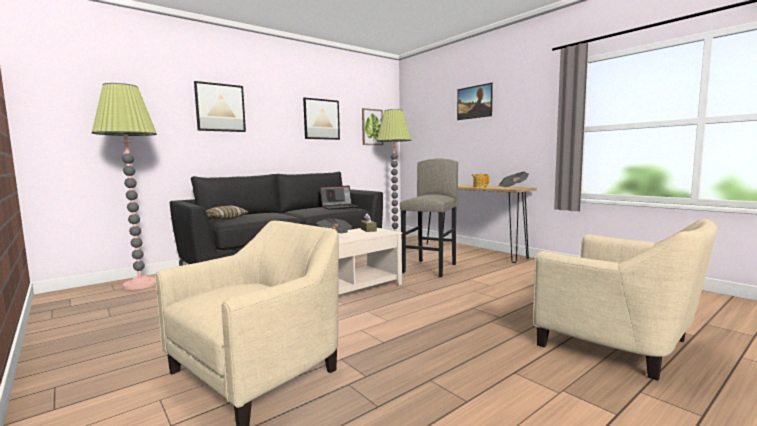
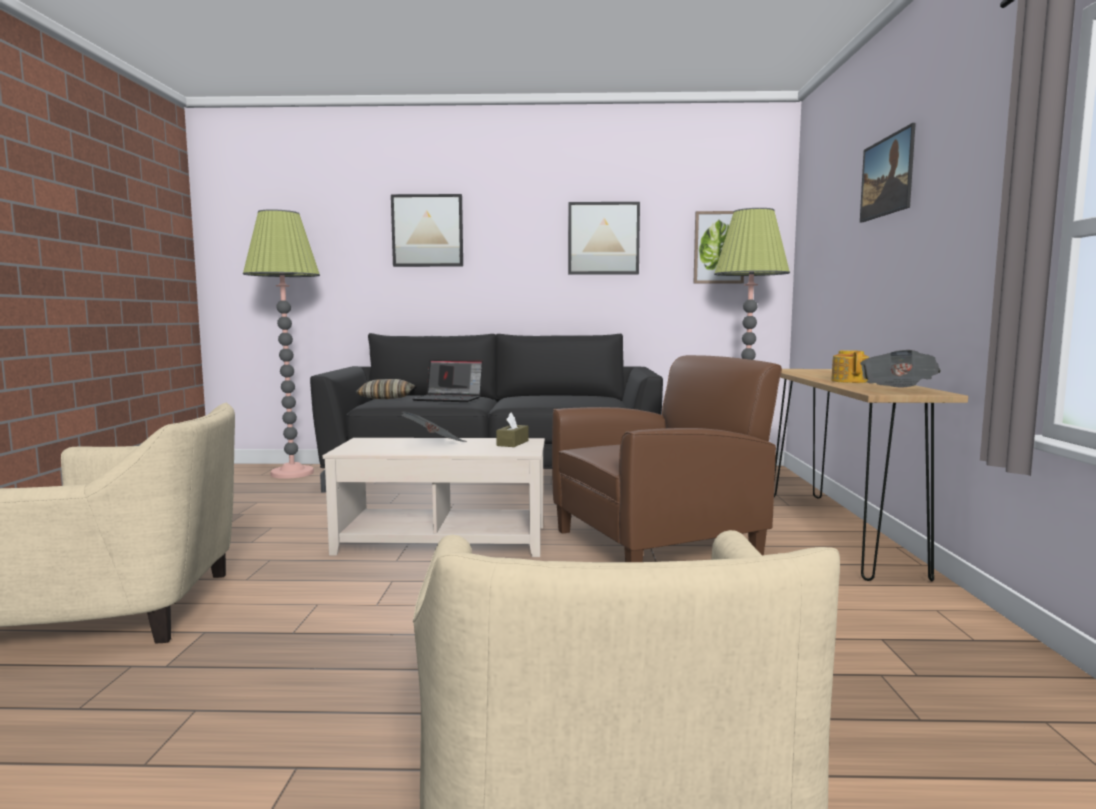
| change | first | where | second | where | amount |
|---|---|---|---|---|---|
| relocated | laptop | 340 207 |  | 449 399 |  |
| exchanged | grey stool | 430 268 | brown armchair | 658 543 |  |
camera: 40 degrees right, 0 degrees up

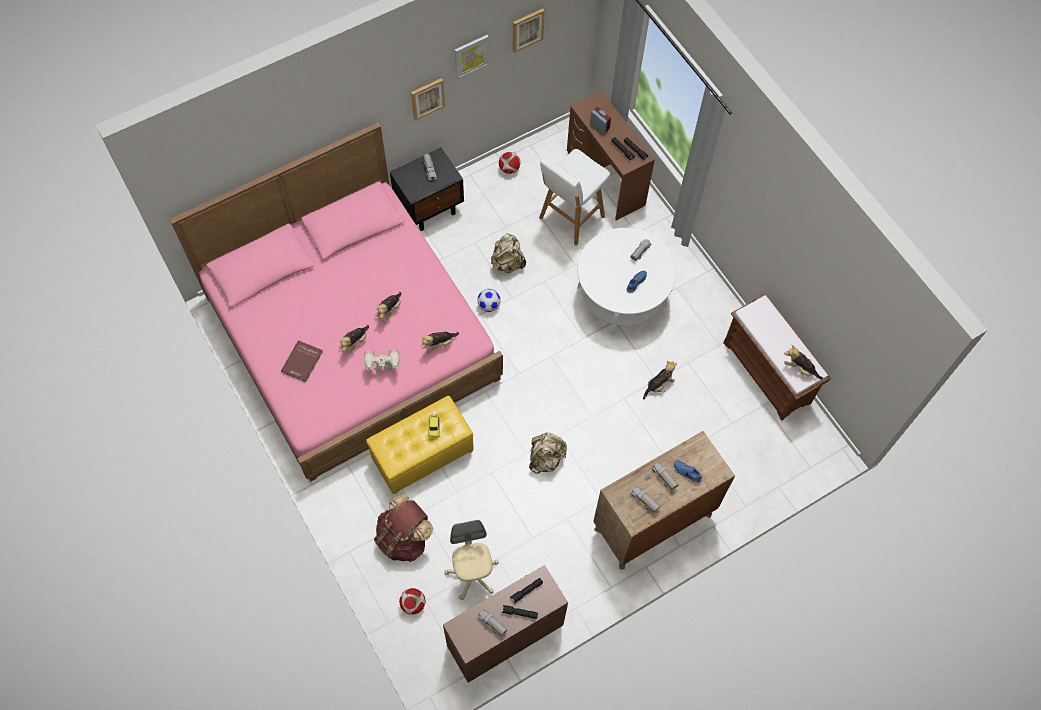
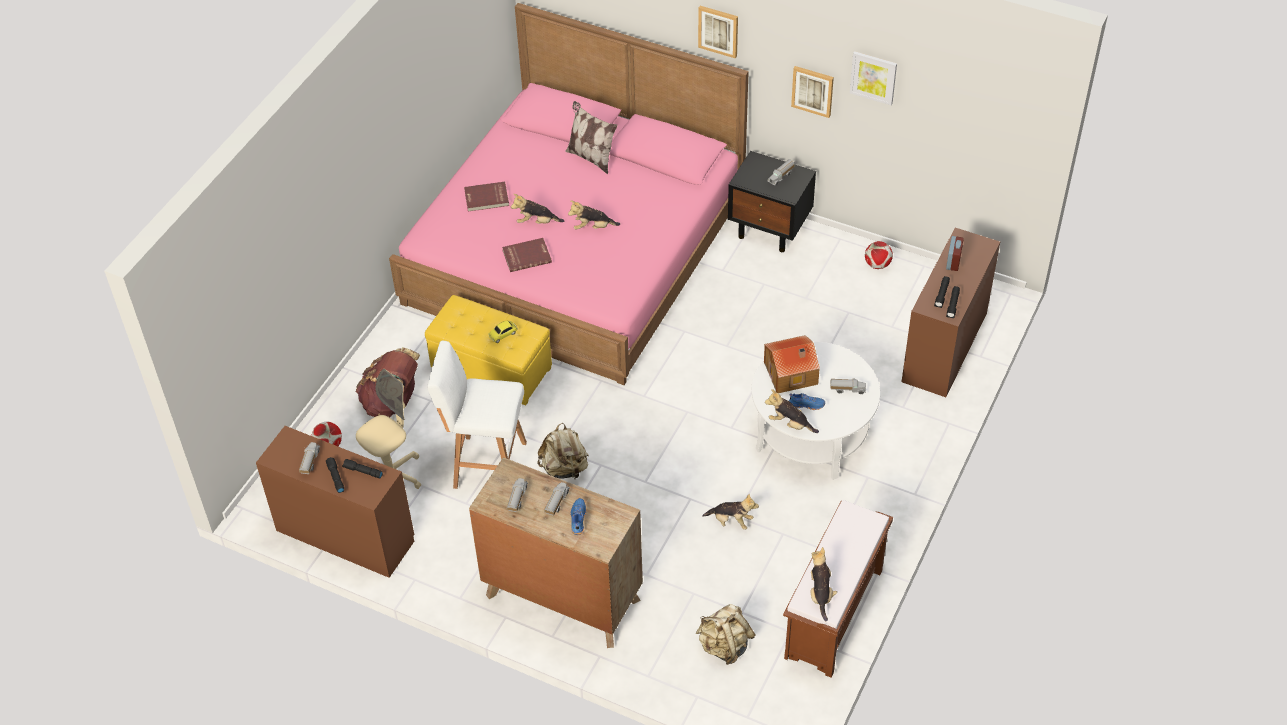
| change | first | where | second | where | amount |
|---|---|---|---|---|---|
| relocated | white stool | 570 219 |  | 487 464 |  |
| exchanged | toy robot | 383 369 | red book | 526 256 |  |
| appeared |  |  | pillow | 591 157 |  |
| relocated | beige backpack | 507 263 |  | 724 646 |  |
| relocated | picture | 527 29 |  | 718 31 |  |
| appeared |  |  | toy house | 792 373 |  |
| relocated | plush toy | 439 344 |  | 790 424 |  |
| missing | football | 489 305 |  |  |  |
camera: 60 degrees right, 15 degrees down

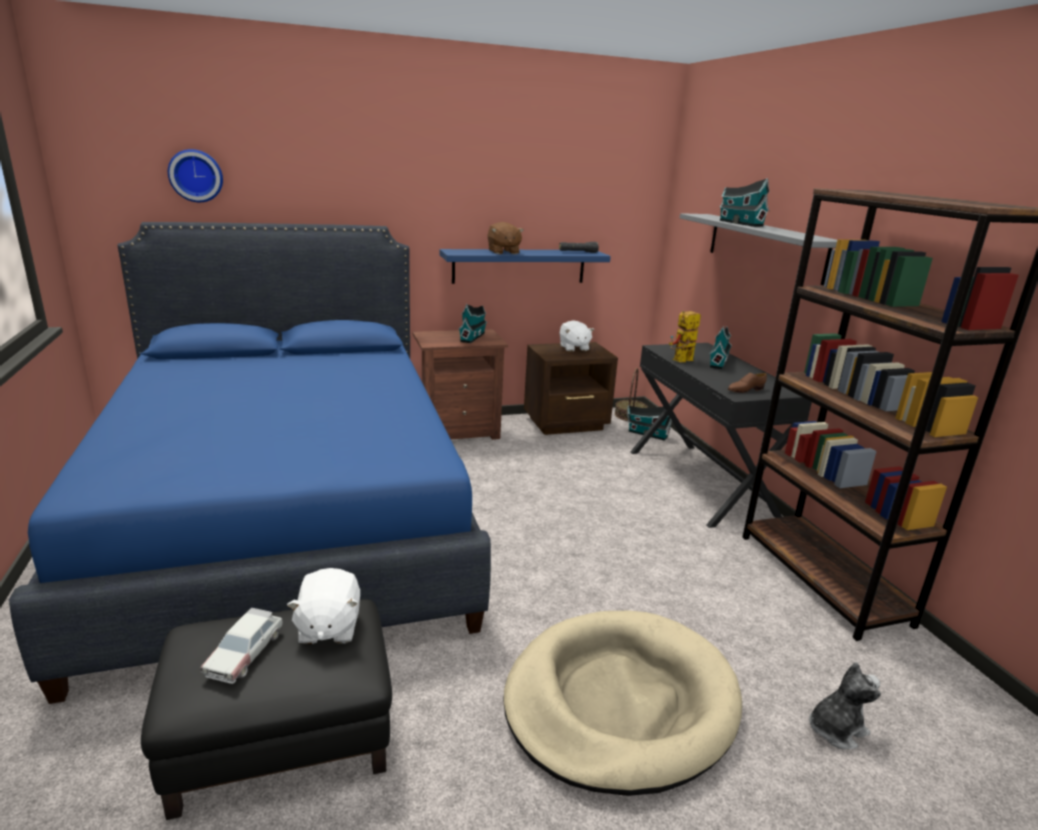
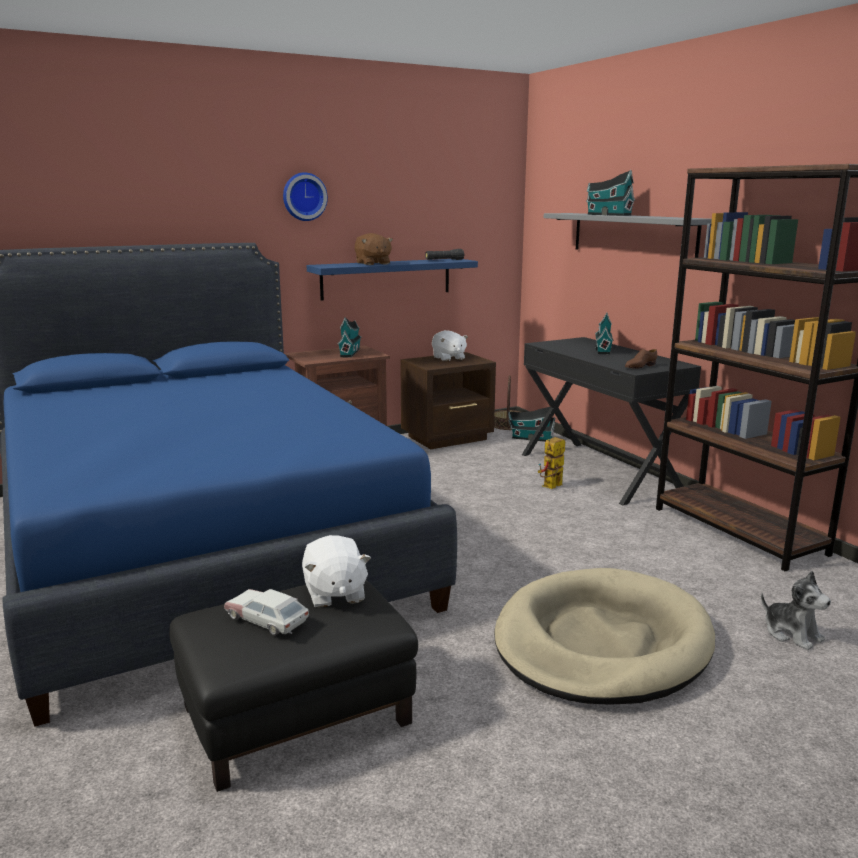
| change | first | where | second | where | amount |
|---|---|---|---|---|---|
| spun | toy car | 245 652 |  | 267 619 | 120 degrees clockwise |
| relocated | wall clock | 196 175 |  | 304 196 |  |
| relocated | toy robot | 681 361 |  | 551 487 |  |
| spun | plush toy | 835 729 |  | 792 634 | 90 degrees clockwise |
camera: 10 degrees left, 5 degrees down

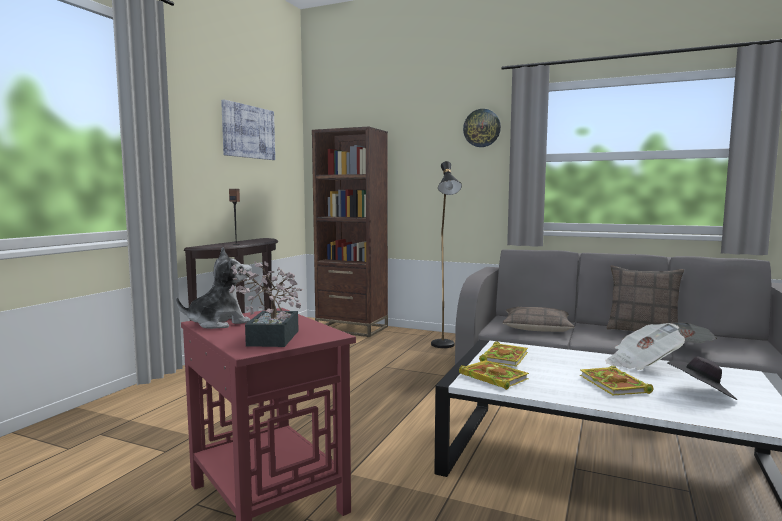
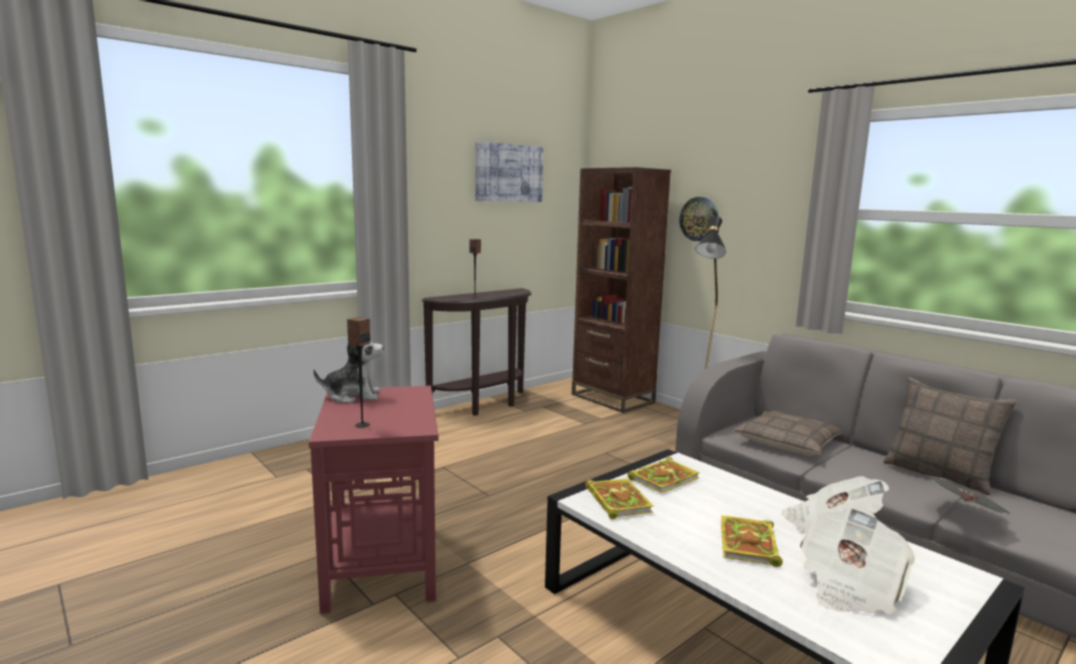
| change | first | where | second | where | amount |
|---|---|---|---|---|---|
| exchanged | potted plant | 270 340 | speaker | 362 425 |  |
| relocated | wall clock | 482 128 |  | 699 219 |  |
| exchanged | black hat | 701 394 | newspaper | 849 586 |  |
camera: 25 degrees right, 5 degrees up

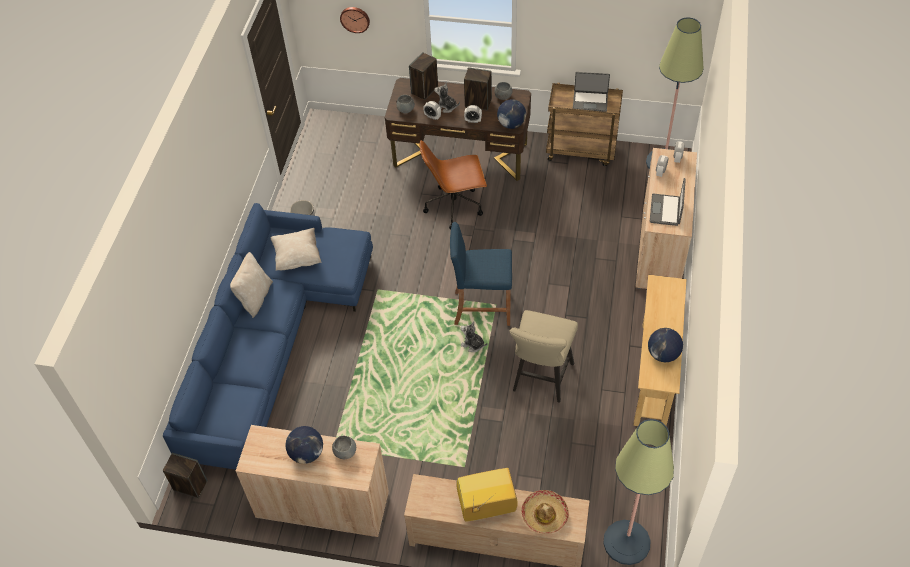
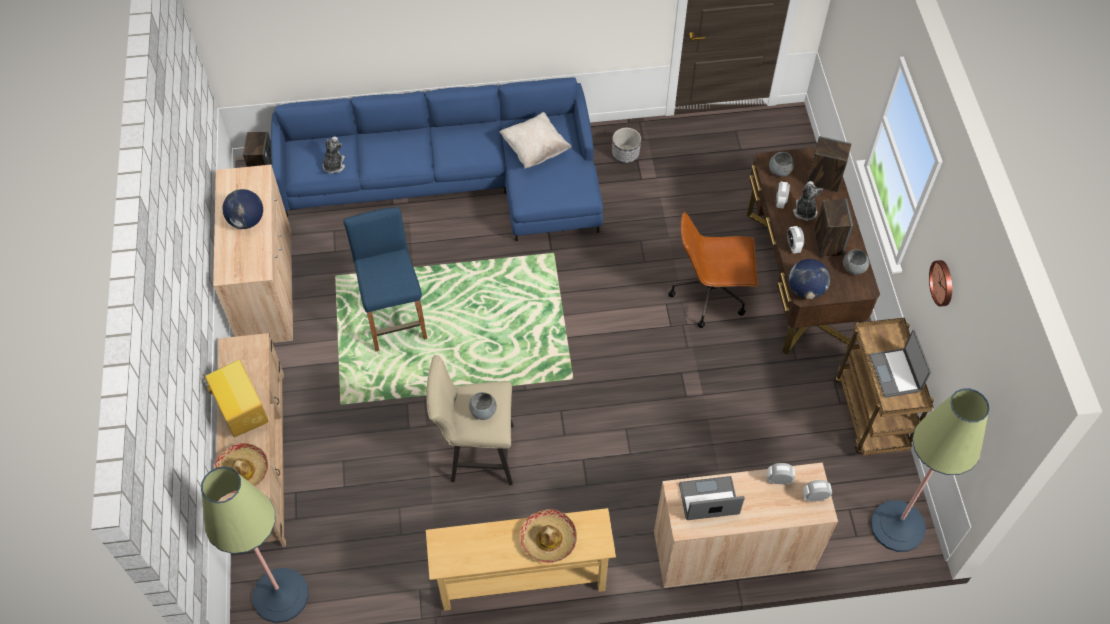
| change | first | where | second | where | amount |
|---|---|---|---|---|---|
| relocated | plush toy | 473 344 |  | 334 165 |  |
| relocated | blue stool | 482 308 |  | 394 317 |  |
| relocated | grey bowl | 345 452 |  | 483 411 |  |
| appeared |  |  | hat | 548 539 |  |
| spun | brown office chair | 455 206 |  | 710 295 | 60 degrees counterclockwise |
| relocated | wall clock | 355 19 |  | 943 283 |  |
| missing | beige pillow | 255 297 |  |  |  |
| missing | globe | 663 354 |  |  |  |
camera: 70 degrees right, 5 degrees up

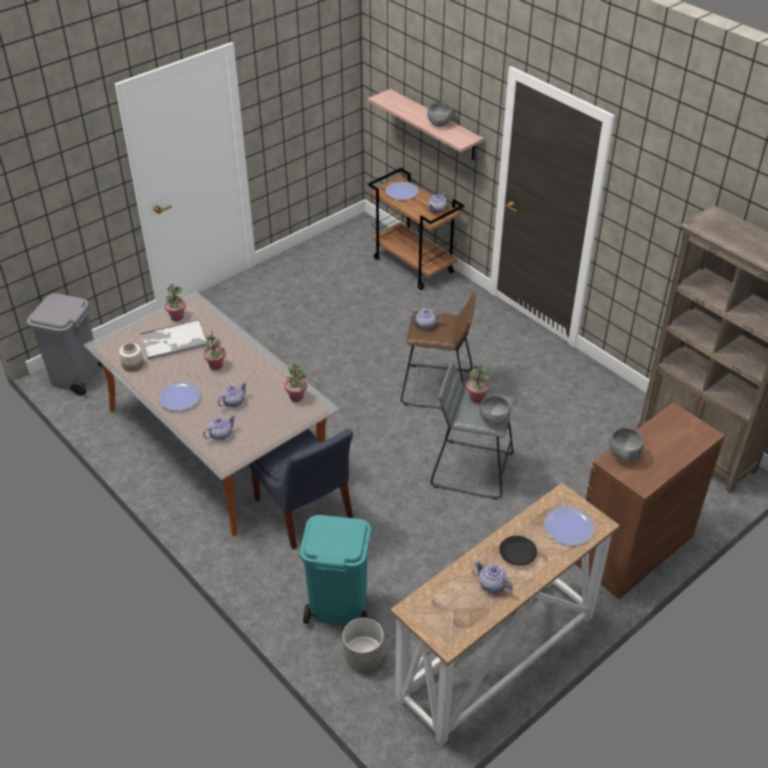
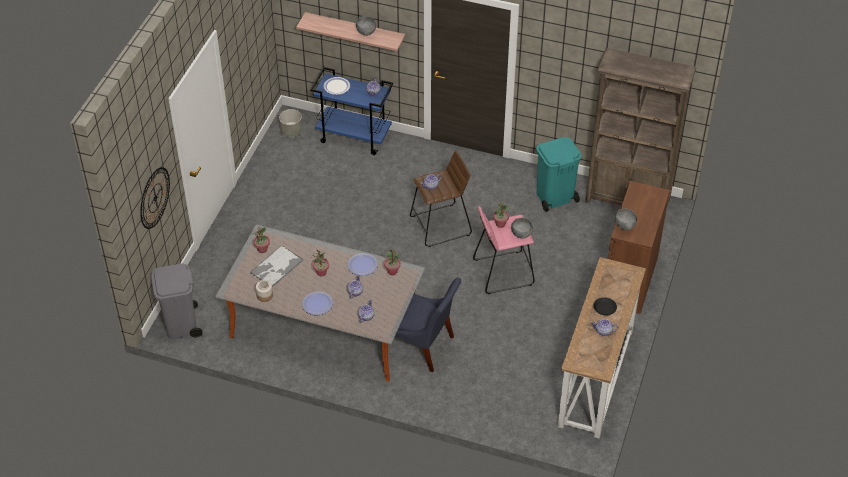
| change | first | where | second | where | amount |
|---|---|---|---|---|---|
| appeared |  |  | wall clock | 155 198 |  |
| relocated | grey planter | 363 656 |  | 291 132 |  |
| colour | brown cart | 414 265 | blue cart | 355 137 |  |
| relocated | plate | 568 527 |  | 362 265 |  |
| colour | grey stool | 472 469 | pink stool | 503 272 |  |
| relocated | turquoise trash can | 337 606 |  | 554 197 |  |
camera: 30 degrees left, 5 degrees up

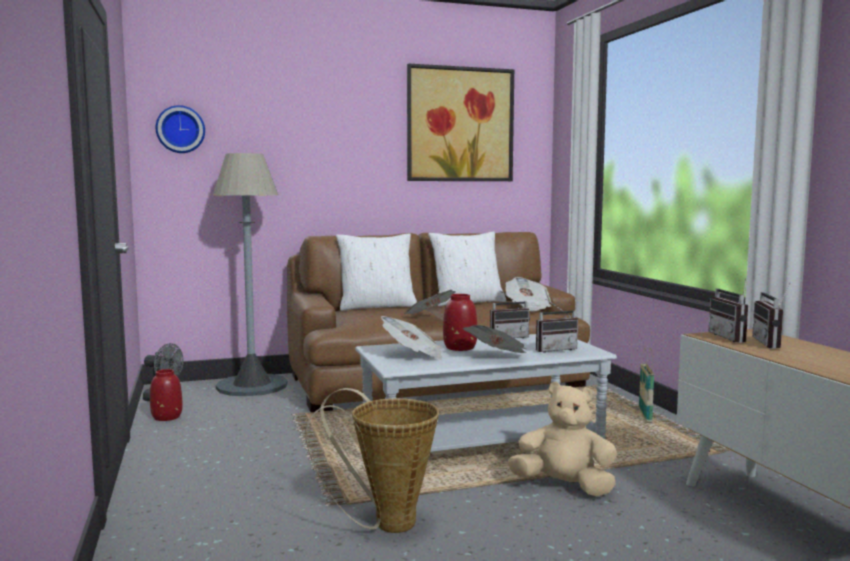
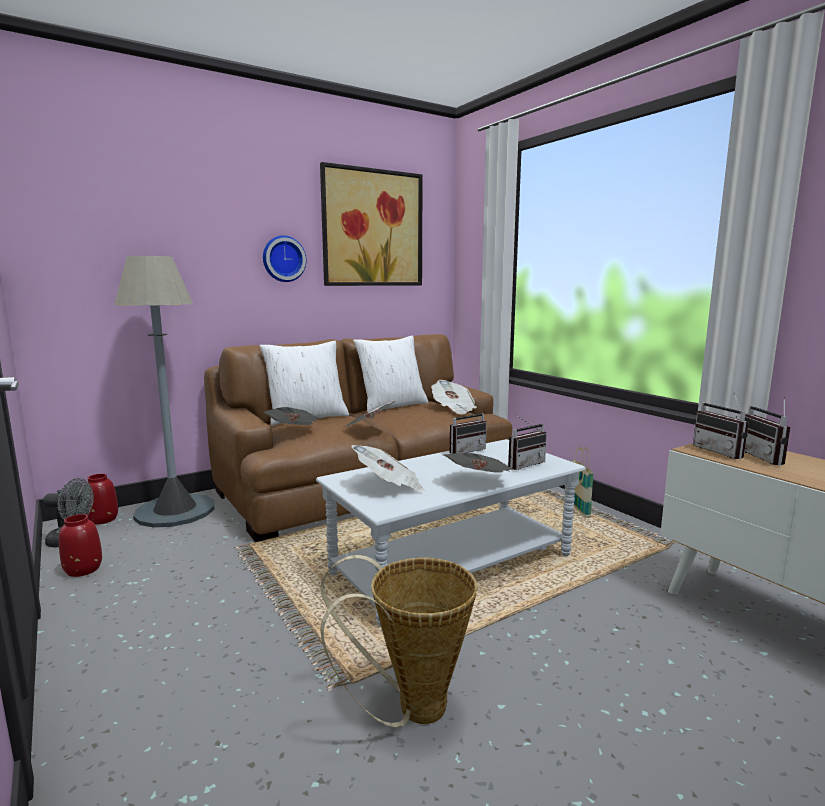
| change | first | where | second | where | amount |
|---|---|---|---|---|---|
| relocated | red vase | 460 347 |  | 103 519 |  |
| relocated | wall clock | 180 129 |  | 283 259 |  |
| appeared |  |  | newspaper | 293 431 |  |
| missing | beige plush toy | 564 486 |  |  |  |
camera: 15 degrees left, 5 degrees up

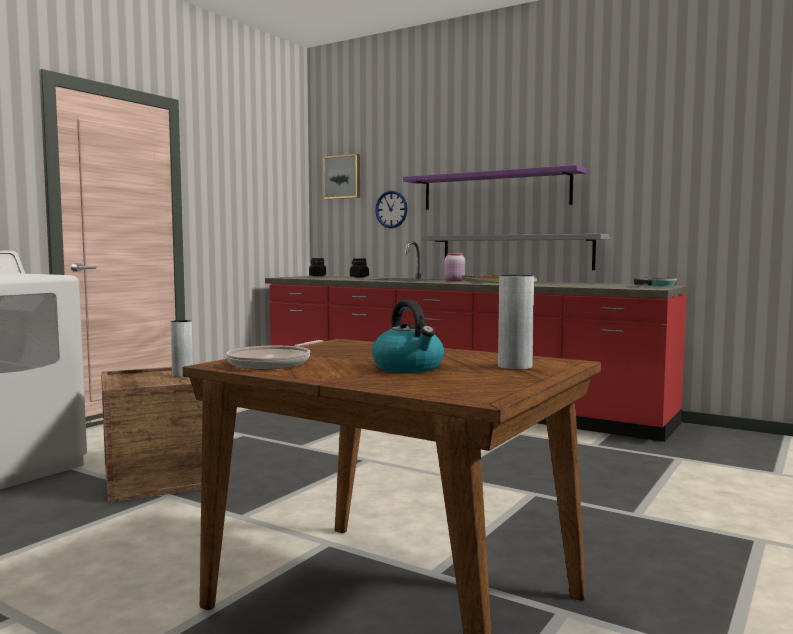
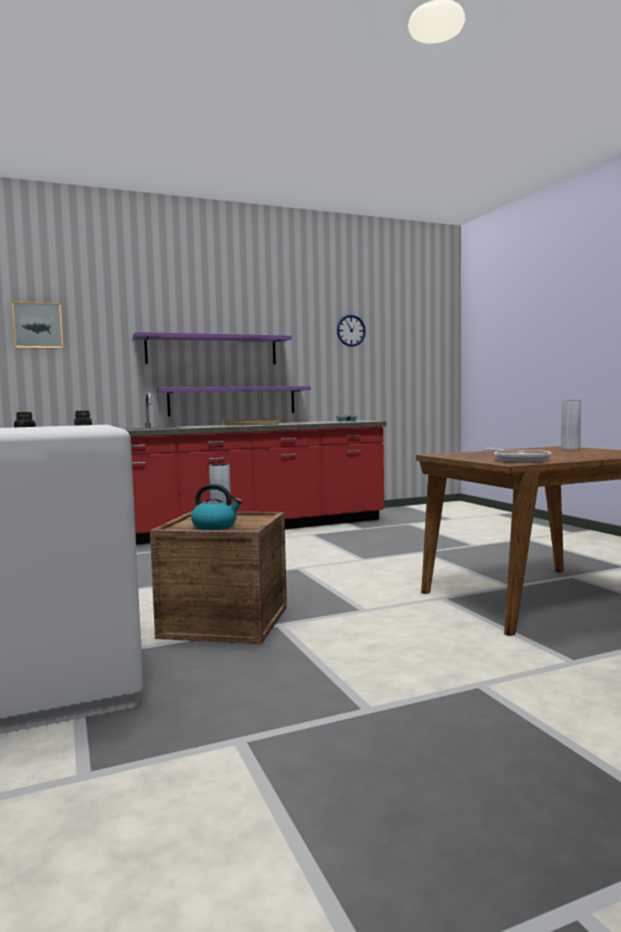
| change | first | where | second | where | amount |
|---|---|---|---|---|---|
| colour | grey shelf | 515 252 | purple shelf | 232 401 |  |
| relocated | kettle | 409 368 |  | 215 526 |  |
| relocated | wall clock | 391 209 |  | 351 330 |  |
| missing | pink jar | 454 280 |  |  |  |
camera: 55 degrees left, 0 degrees up

